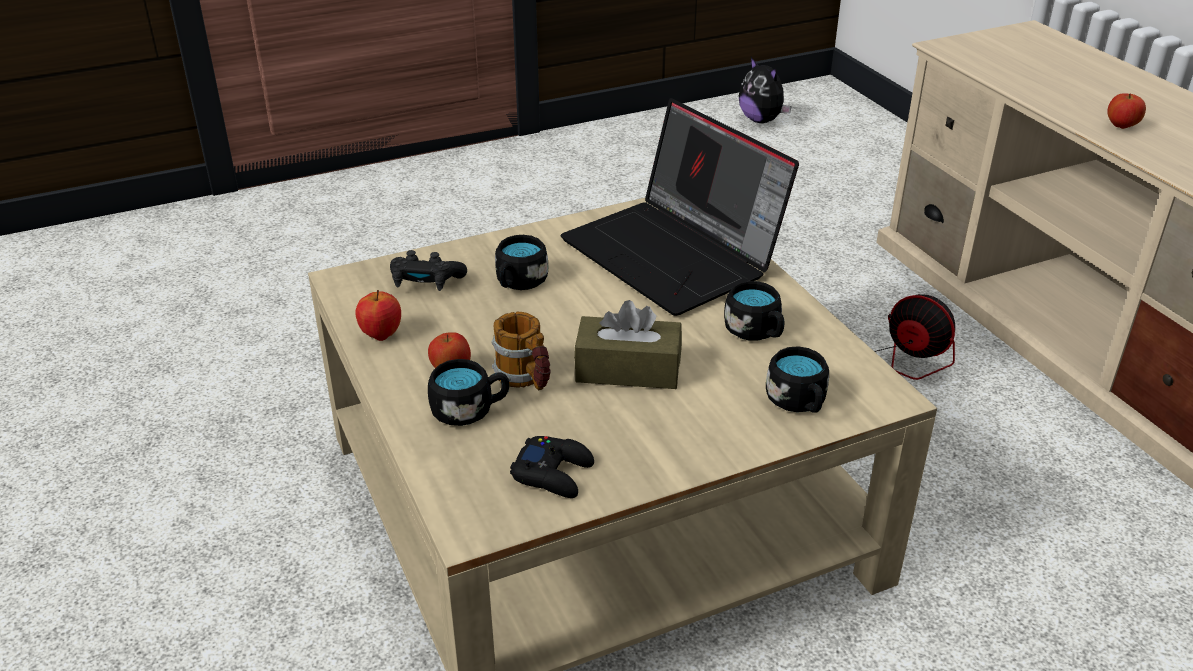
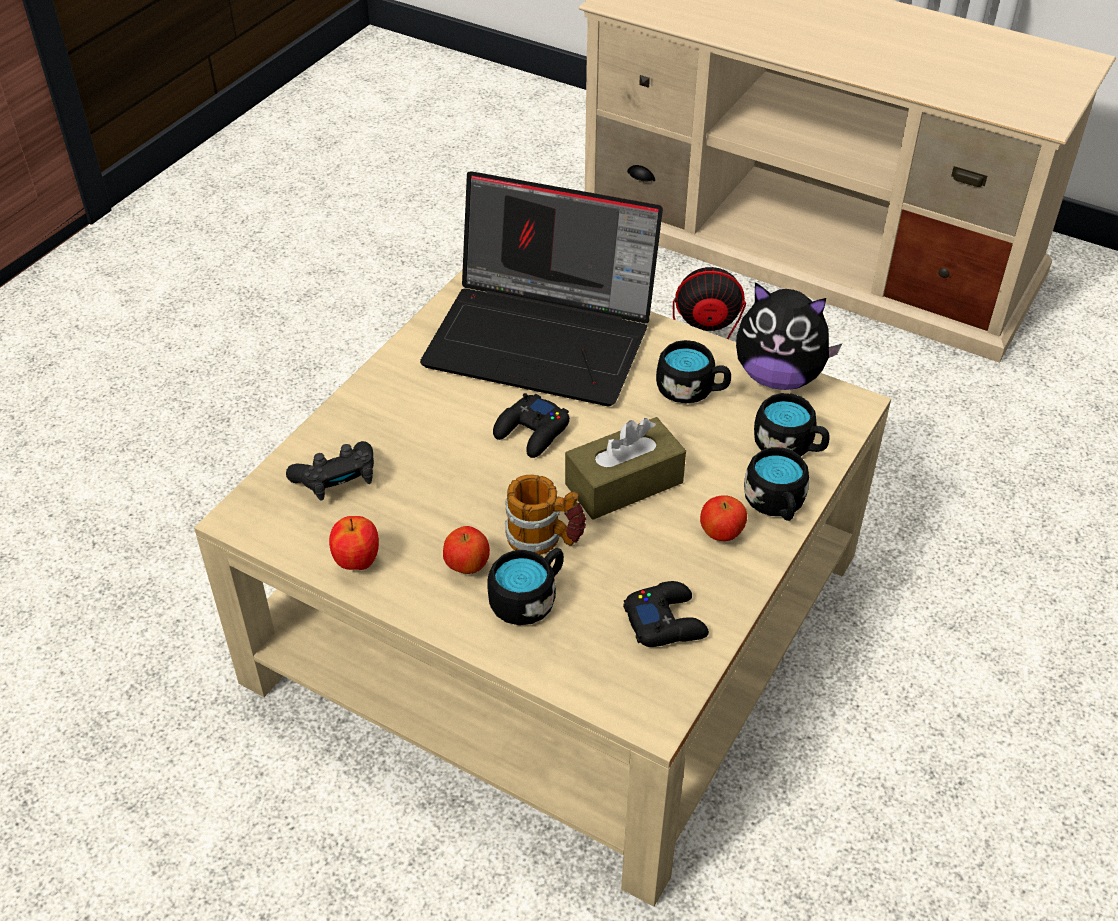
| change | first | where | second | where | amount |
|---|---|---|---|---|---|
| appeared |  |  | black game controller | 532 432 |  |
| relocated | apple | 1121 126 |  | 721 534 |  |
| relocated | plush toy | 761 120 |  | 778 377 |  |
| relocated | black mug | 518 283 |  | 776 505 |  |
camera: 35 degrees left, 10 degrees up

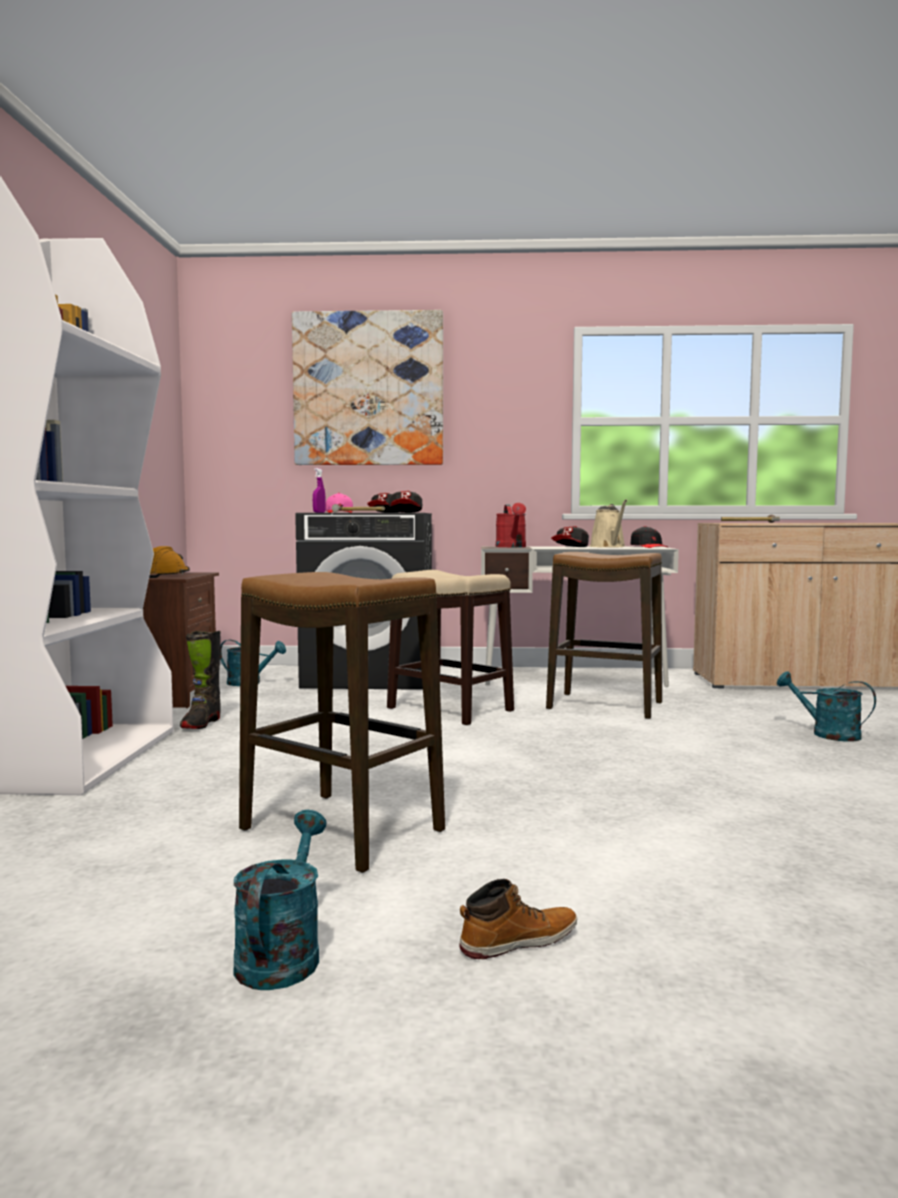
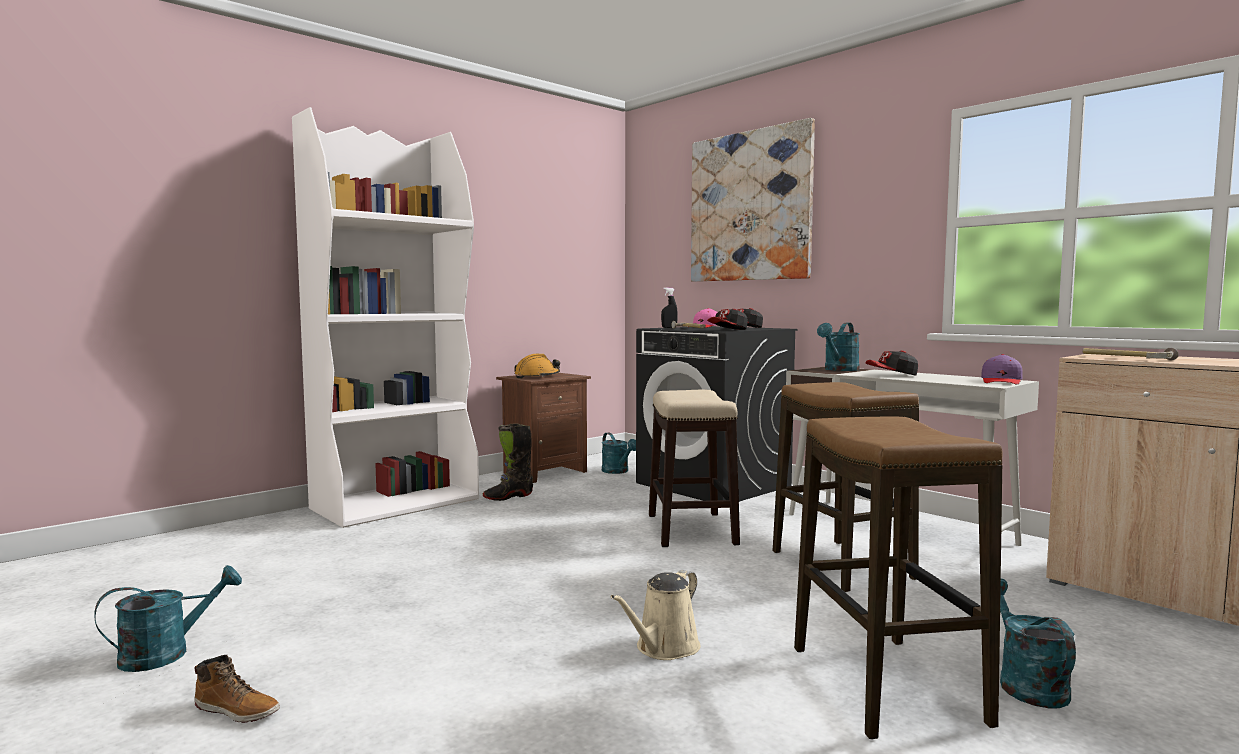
| change | first | where | second | where | amount |
|---|---|---|---|---|---|
| relocated | beige watering can | 609 547 |  | 664 648 |  |
| colour | purple spray bottle | 319 512 | black spray bottle | 669 327 |  |
| relocated | stool | 342 830 |  | 886 685 |  |
| colour | red watering can | 512 547 | turquoise watering can | 839 370 |  |
| colour | black cap | 649 547 | purple cap | 1001 381 |  |
camera: 45 degrees right, 0 degrees up

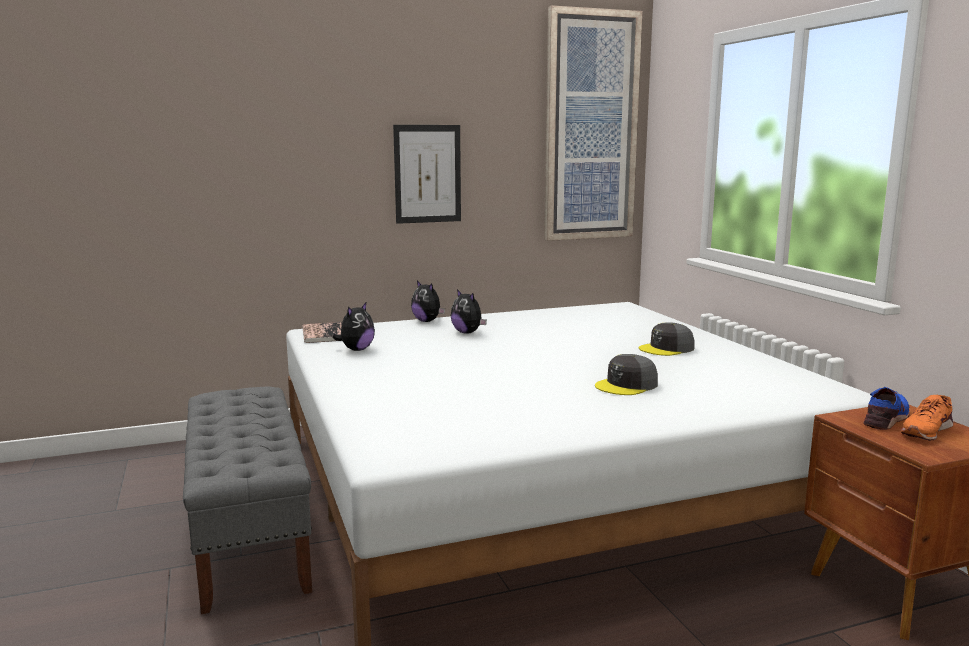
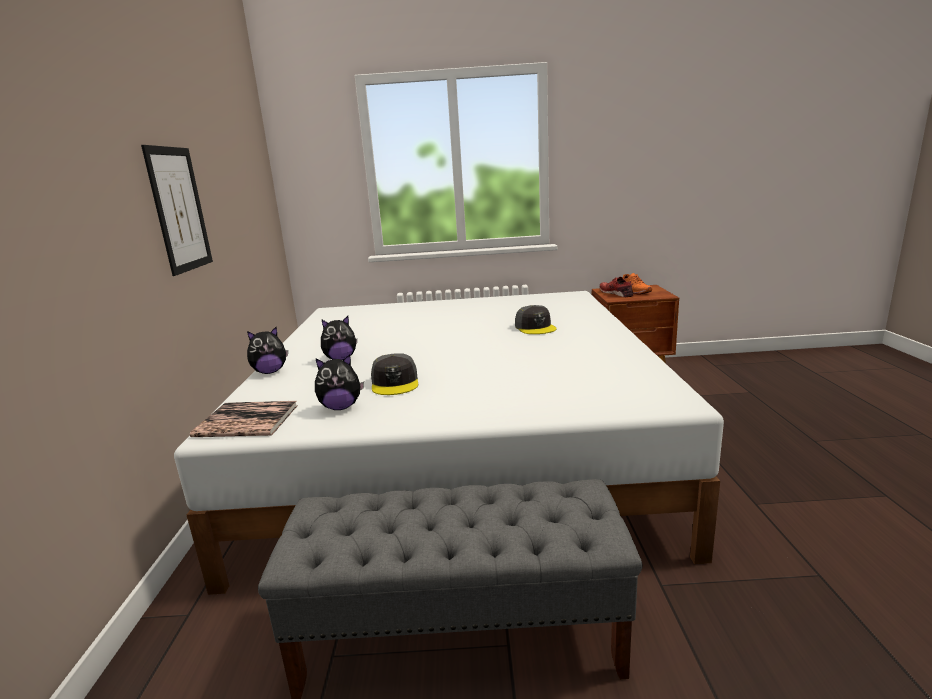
| change | first | where | second | where | amount |
|---|---|---|---|---|---|
| spun | plush toy | 356 349 |  | 341 407 | 120 degrees clockwise |
| relocated | grey cap | 667 348 |  | 395 383 |  |
| colour | blue shoe | 887 418 | red shoe | 616 293 |  |
| missing | picture | 590 127 |  |  |  |
camera: 70 degrees left, 5 degrees up

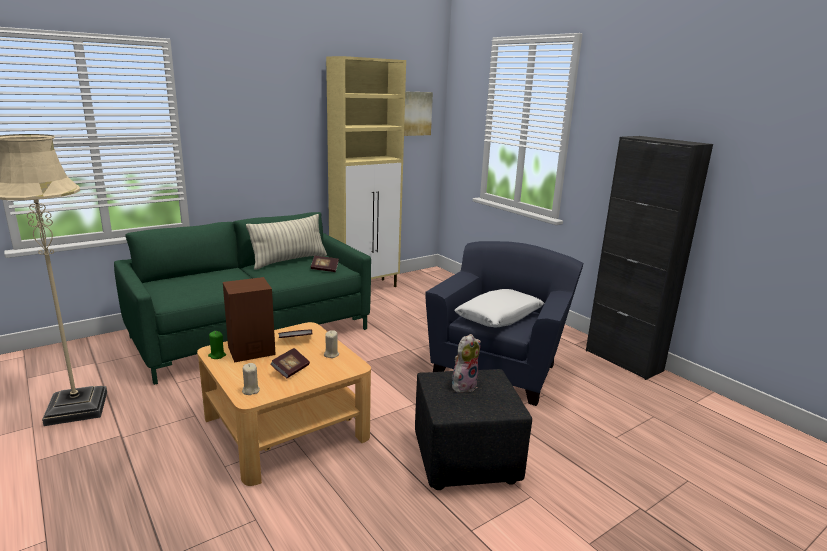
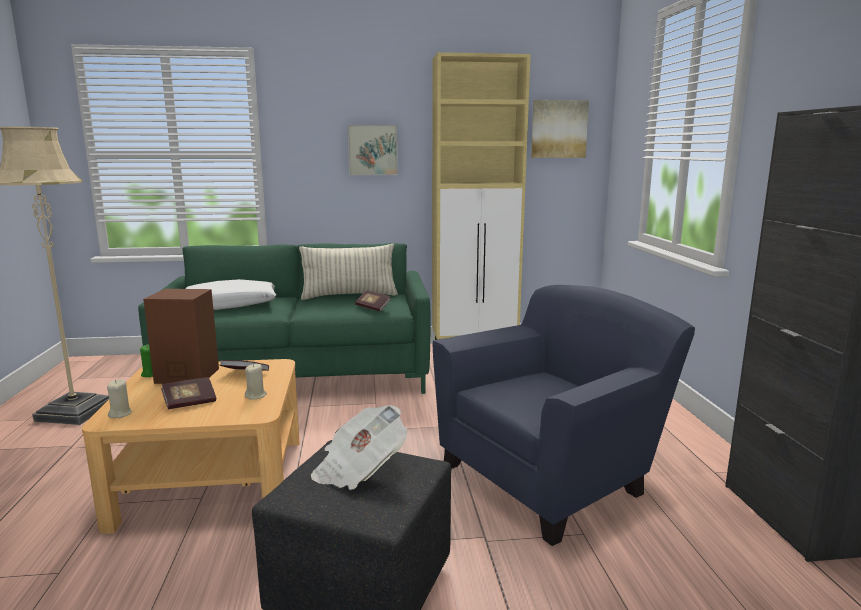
| change | first | where | second | where | amount |
|---|---|---|---|---|---|
| relocated | white pillow | 499 316 |  | 230 304 |  |
| exchanged | plush toy | 463 385 | newspaper | 359 469 |  |
| appeared |  |  | picture | 372 150 |  |
camera: 30 degrees right, 5 degrees down

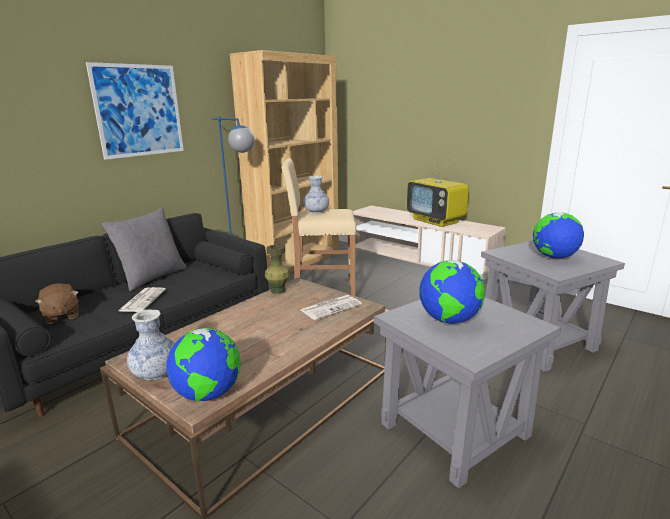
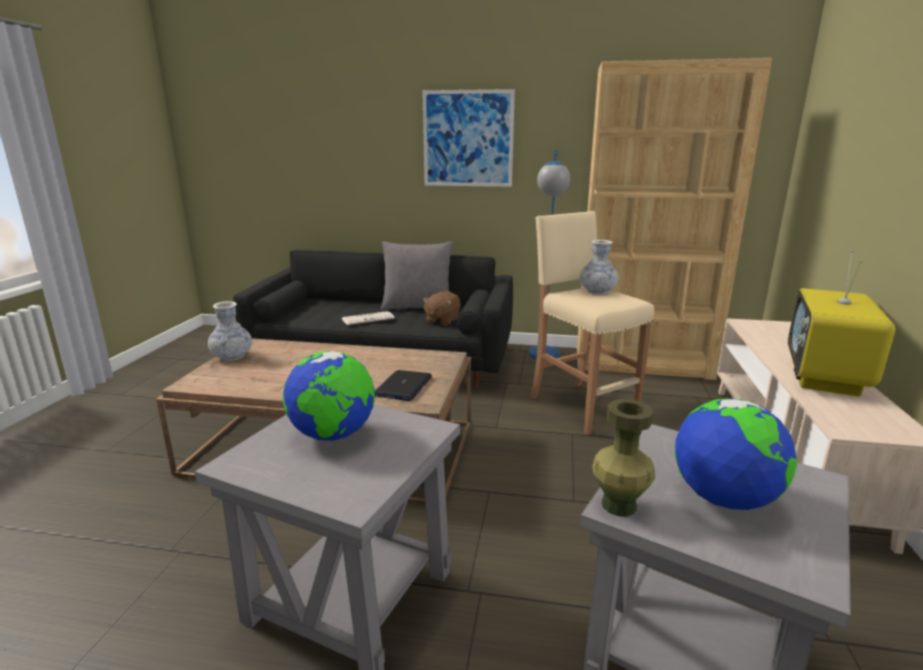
| change | first | where | second | where | amount |
|---|---|---|---|---|---|
| exchanged | newspaper | 331 307 | laptop | 403 386 |  |
| relocated | brown plush toy | 61 316 |  | 442 320 |  |
| relocated | green vase | 278 291 |  | 618 505 |  |
| missing | globe | 208 394 |  |  |  |
camera: 60 degrees right, 0 degrees up

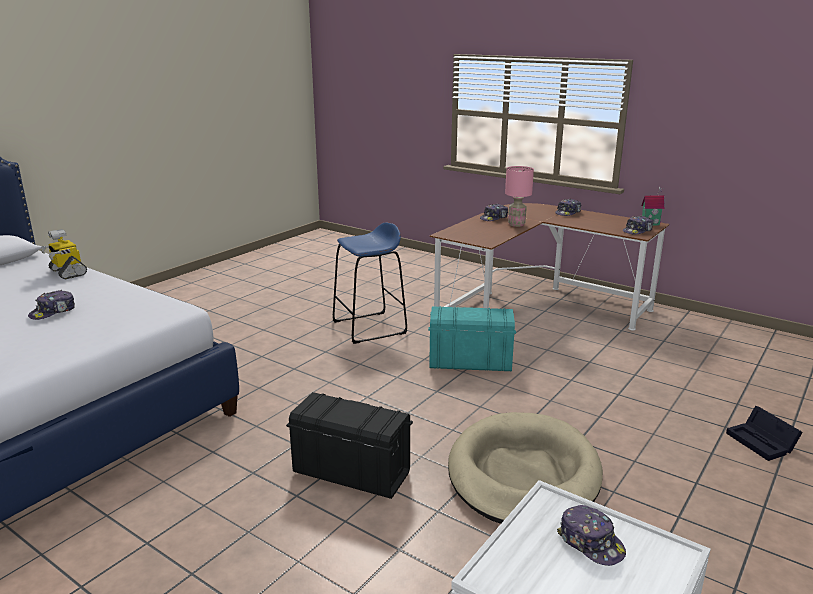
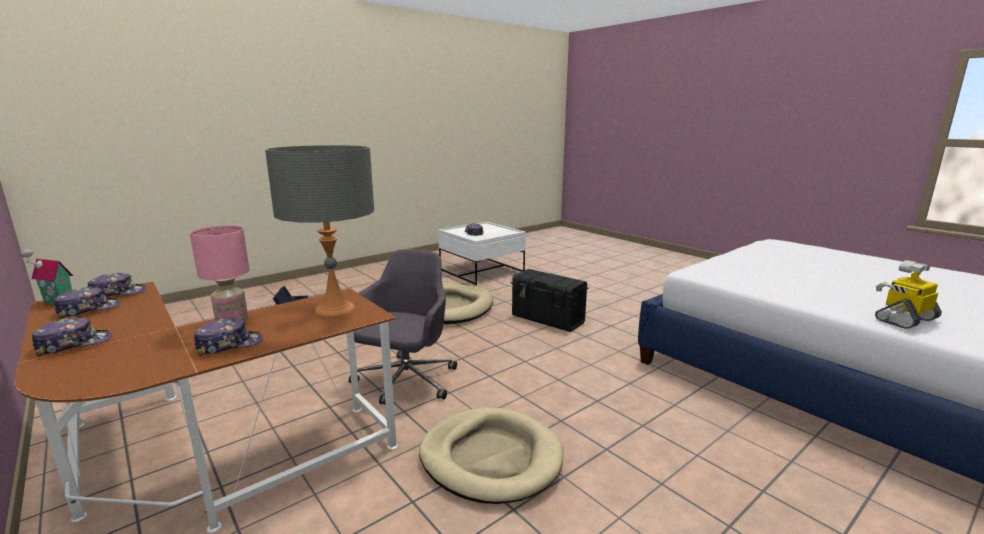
| change | first | where | second | where | amount |
|---|---|---|---|---|---|
| relocated | cap | 53 312 |  | 89 309 |  |
| appeared |  |  | grey table lamp | 335 308 |  |
| exchanged | turquoise storage box | 469 362 | grey office chair | 405 382 |  |
| exchanged | blue stool | 369 327 | beige dog bed | 491 458 |  |
| spun | toy robot | 67 272 |  | 904 319 | 90 degrees counterclockwise |
camera: 165 degrees left, 5 degrees down

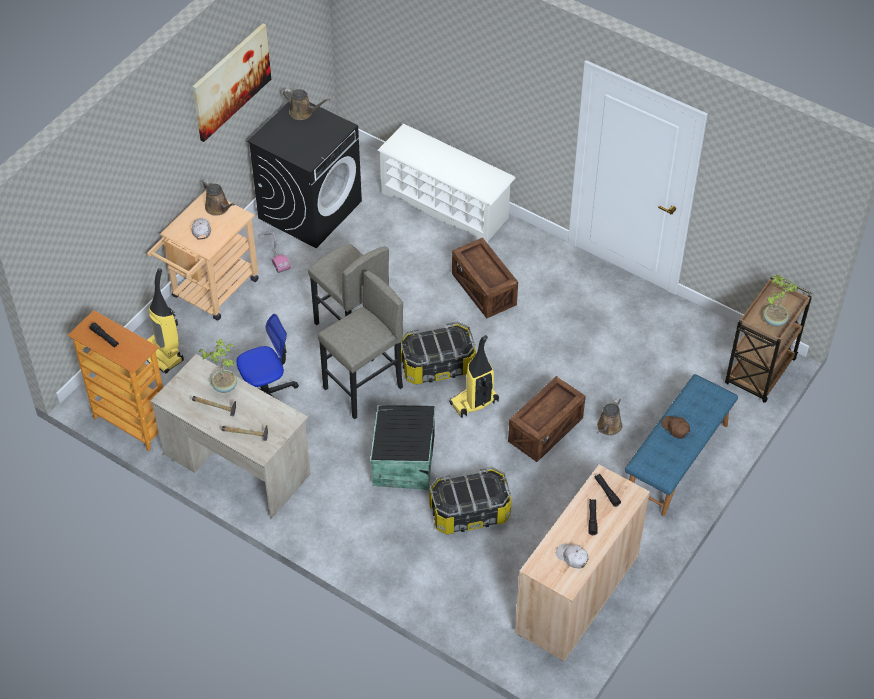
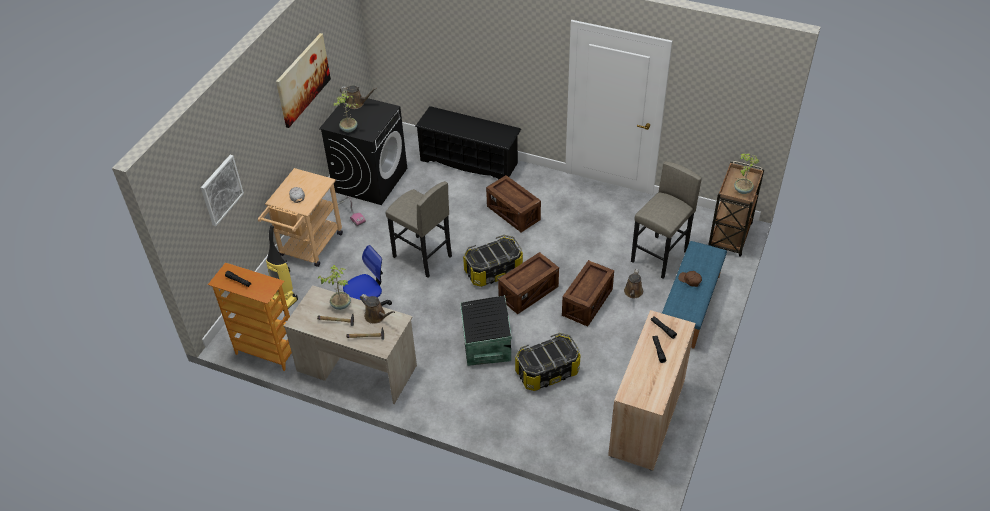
| change | first | where | second | where | amount |
|---|---|---|---|---|---|
| appeared |  |  | picture | 221 190 |  |
| appeared |  |  | potted plant | 349 129 |  |
| relocated | brown watering can | 218 208 |  | 376 316 |  |
| colour | white shoe rack | 445 205 | black shoe rack | 469 162 |  |
| exchanged | vacuum cleaner | 474 403 | crate | 528 292 |  |
| relocated | grey stool | 363 388 |  | 660 257 |  |
| missing | white cap | 572 557 |  |  |  |
camera: 10 degrees left, 5 degrees down

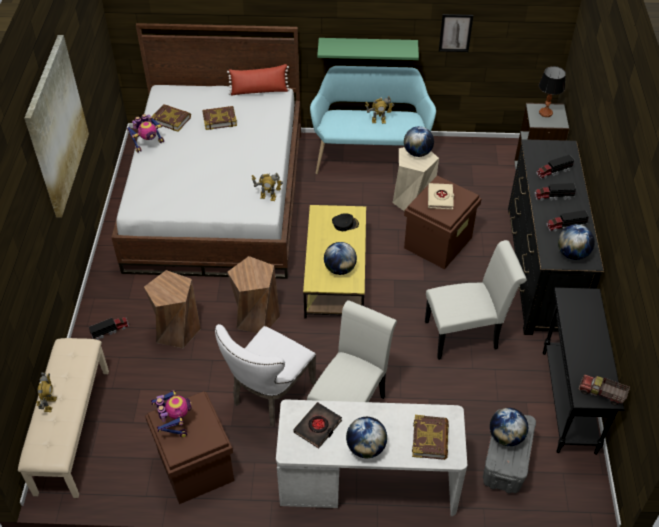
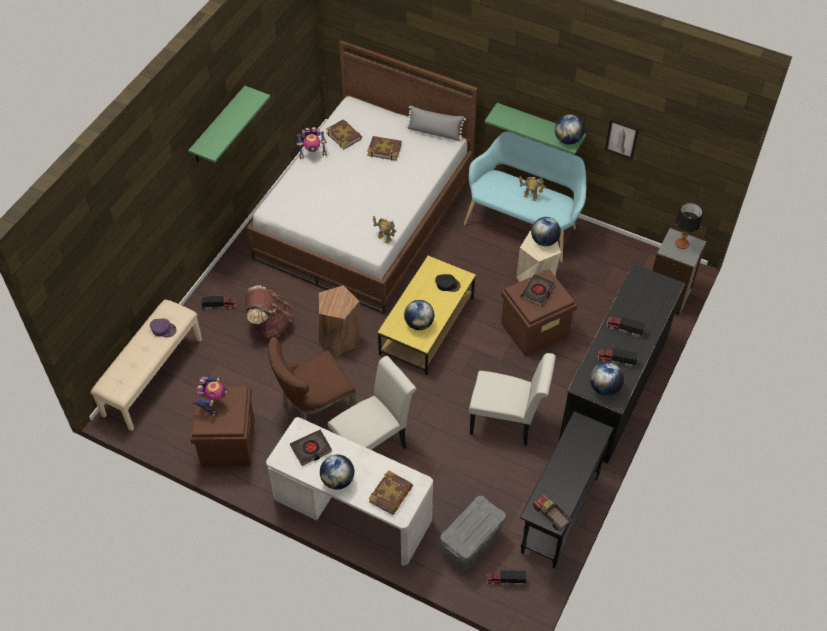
| change | first | where | second | where | amount |
|---|---|---|---|---|---|
| appeared |  |  | purple cap | 163 329 |  |
| exchanged | picture | 56 126 | green shelf | 218 125 |  |
| exchanged | brown stool | 176 330 | brown backpack | 270 325 |  |
| colour | white chair | 269 396 | brown chair | 314 409 |  |
| colour | red pillow | 259 91 | grey pillow | 434 132 |  |
| relocated | toy truck | 553 171 |  | 505 580 |  |
| colour | beige book | 440 198 | black book | 537 292 |  |
| relocated | globe | 506 436 |  | 568 140 |  |
| missing | toy robot | 50 404 |  |  |  |
camera: 25 degrees right, 5 degrees up

